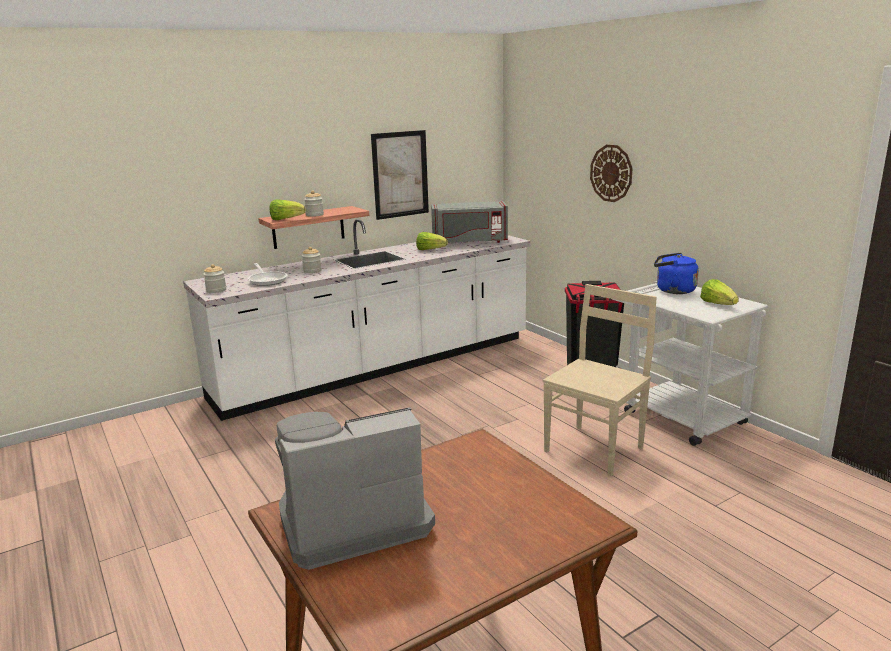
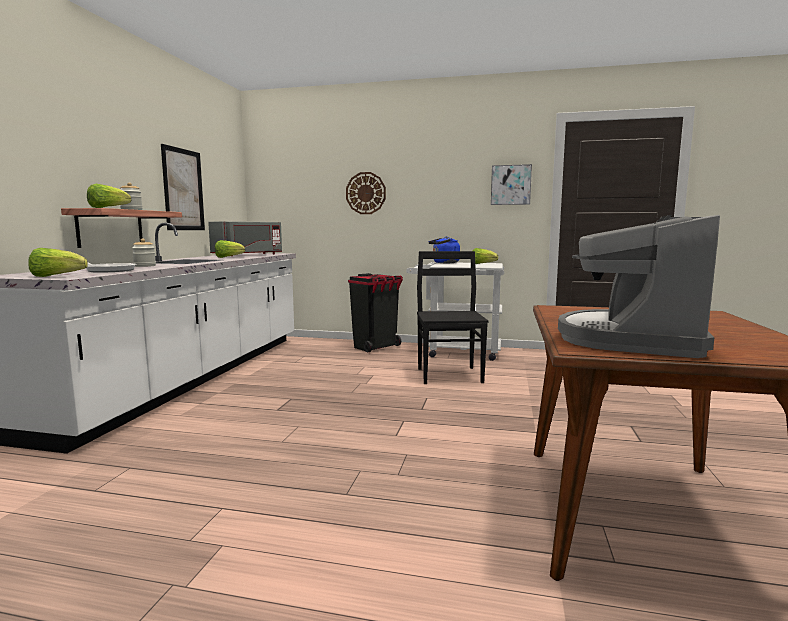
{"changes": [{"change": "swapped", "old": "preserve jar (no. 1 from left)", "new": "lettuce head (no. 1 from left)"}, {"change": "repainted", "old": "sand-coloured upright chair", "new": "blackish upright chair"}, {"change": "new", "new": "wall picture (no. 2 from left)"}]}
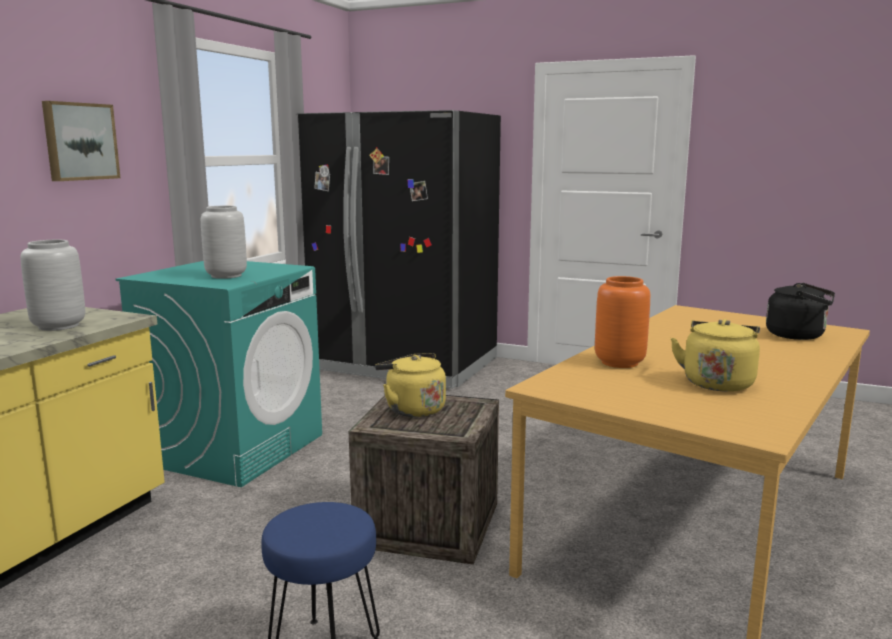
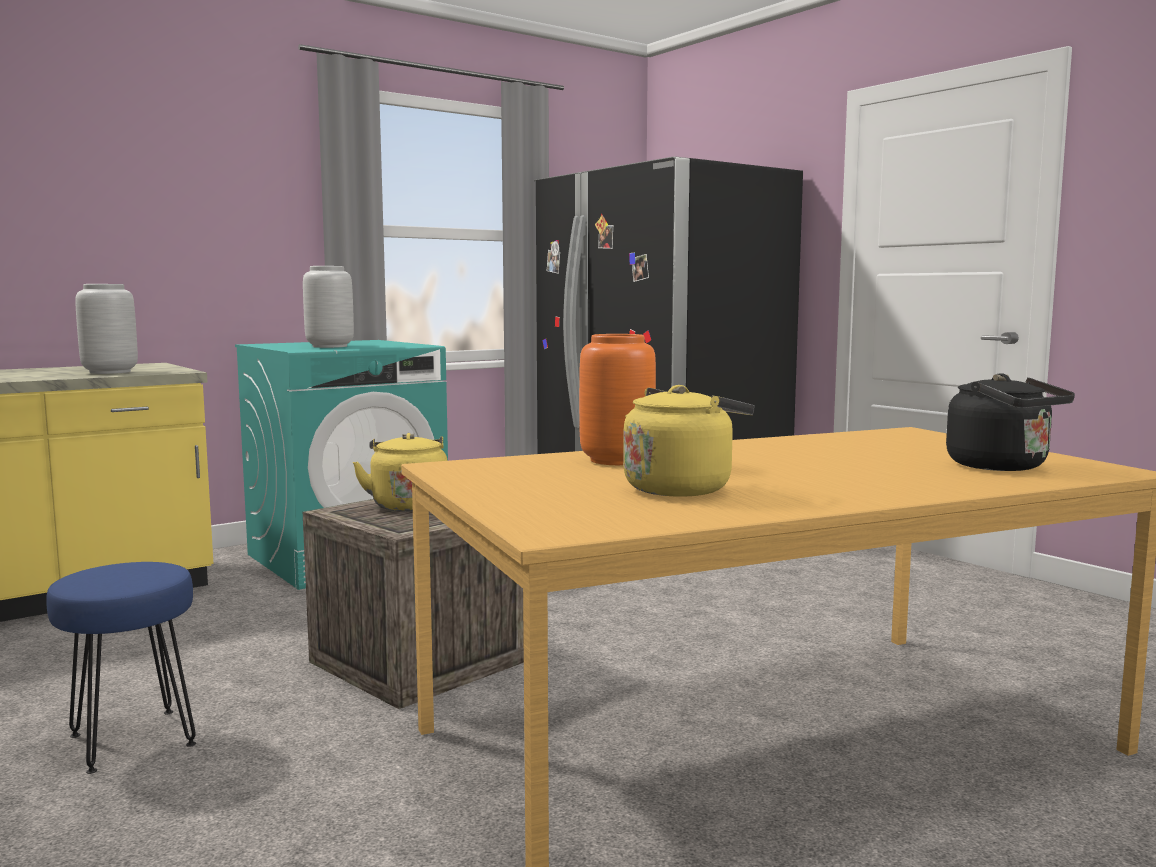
{"changes": [{"change": "gone", "old": "wall picture"}]}
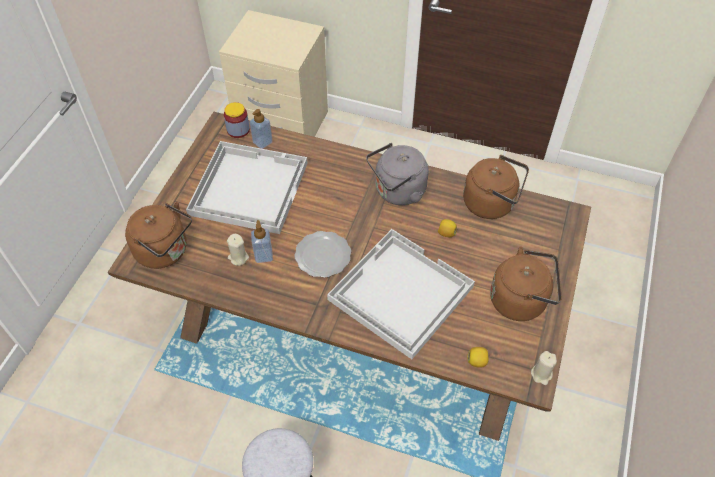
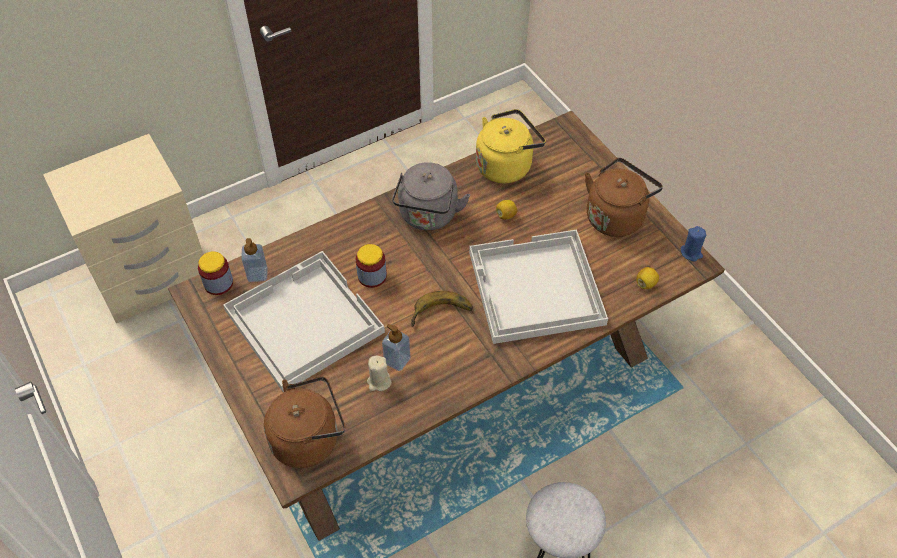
{"changes": [{"change": "swapped", "old": "dinner plate", "new": "whole banana"}, {"change": "repainted", "old": "brown-coloured water kettle (no. 2 from left)", "new": "yellow-coloured water kettle"}, {"change": "repainted", "old": "sand-coloured wax light (no. 2 from left)", "new": "blue wax light"}, {"change": "new", "new": "preserve jar (no. 2 from left)"}]}
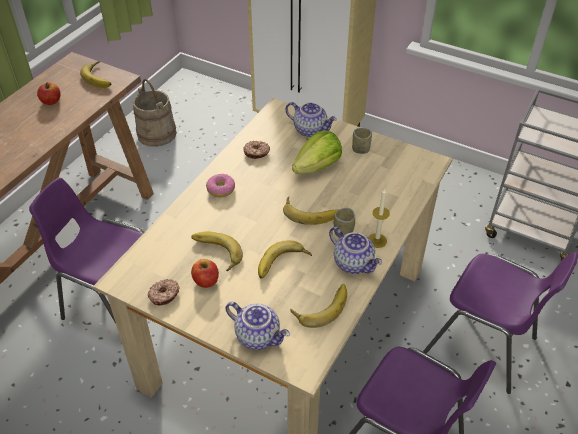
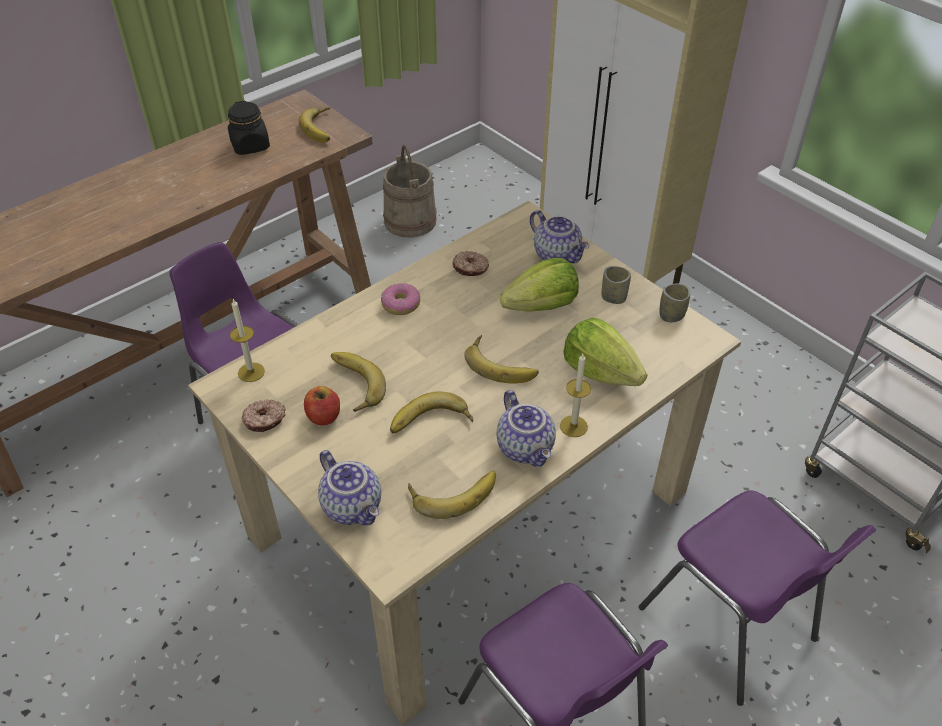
{"changes": [{"change": "swapped", "old": "whole apple (no. 1 from left)", "new": "blackish preserve jar"}, {"change": "shifted", "old": "drinking cup (no. 1 from left in the first image)", "new": "drinking cup (no. 2 from left)"}, {"change": "new", "new": "wax light (no. 1 from left)"}, {"change": "new", "new": "lettuce head (no. 2 from left)"}]}
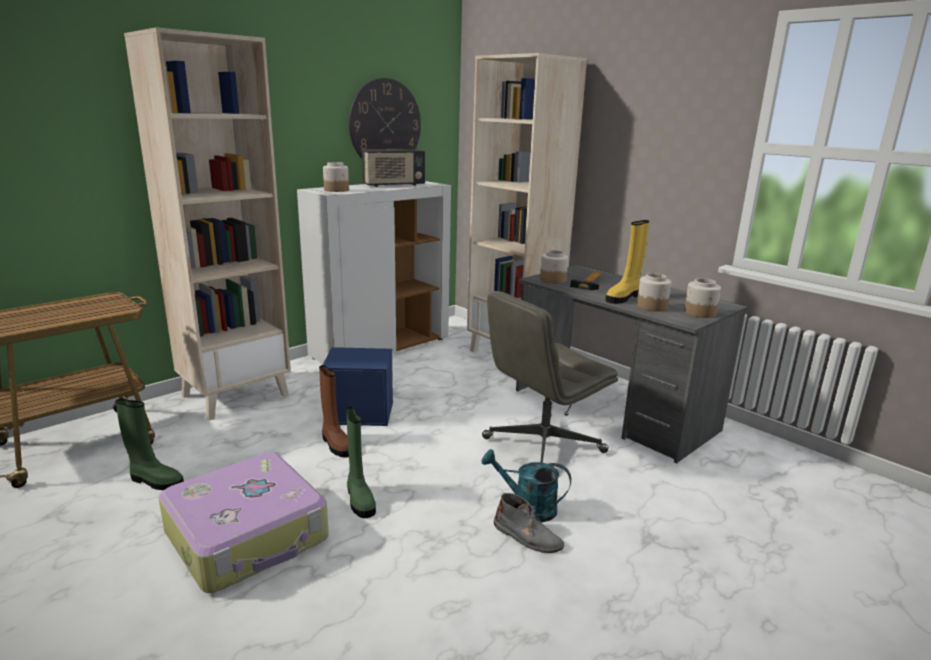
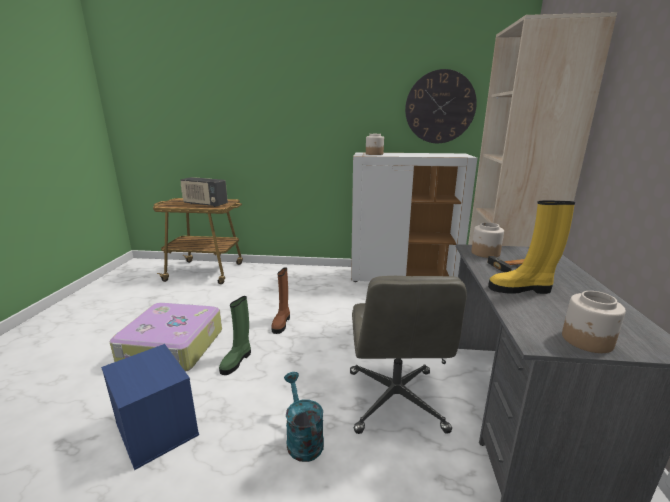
{"changes": [{"change": "gone", "old": "green-coloured boot (no. 1 from left)"}, {"change": "gone", "old": "sand-coloured bookshelf (no. 1 from left)"}, {"change": "shifted", "old": "blue storage box"}, {"change": "shifted", "old": "radio"}, {"change": "rotated", "old": "greyish desk chair", "degrees": -105}, {"change": "gone", "old": "greyish boot"}, {"change": "gone", "old": "preserve jar (no. 3 from left)"}]}
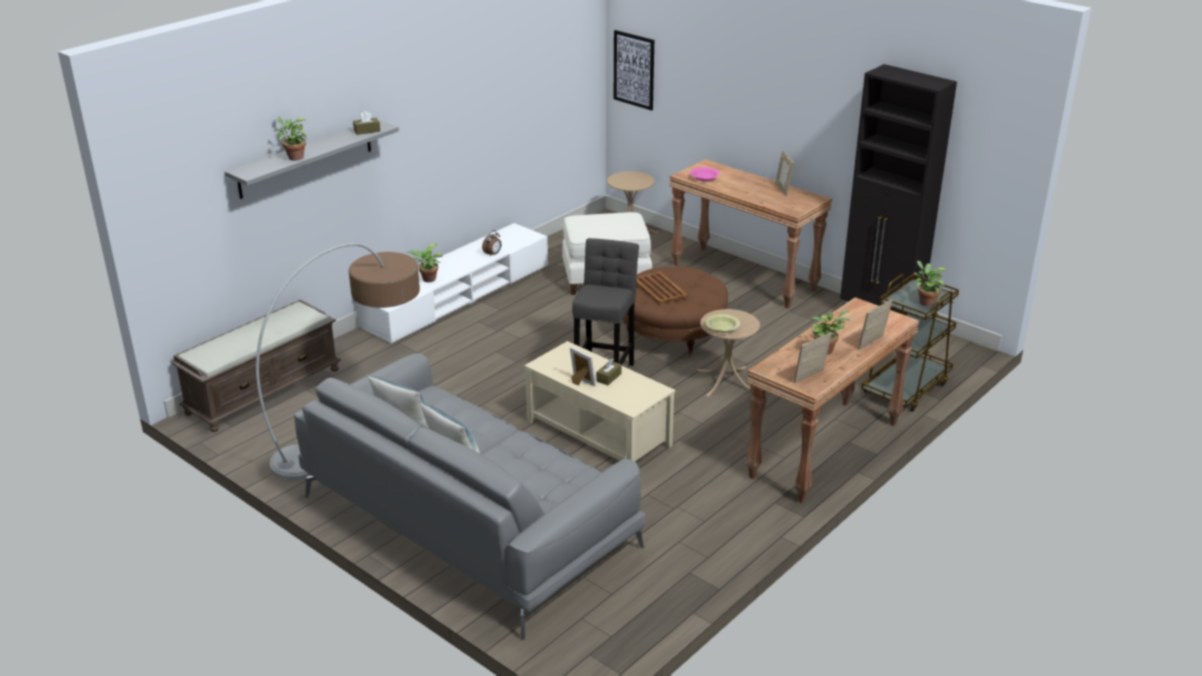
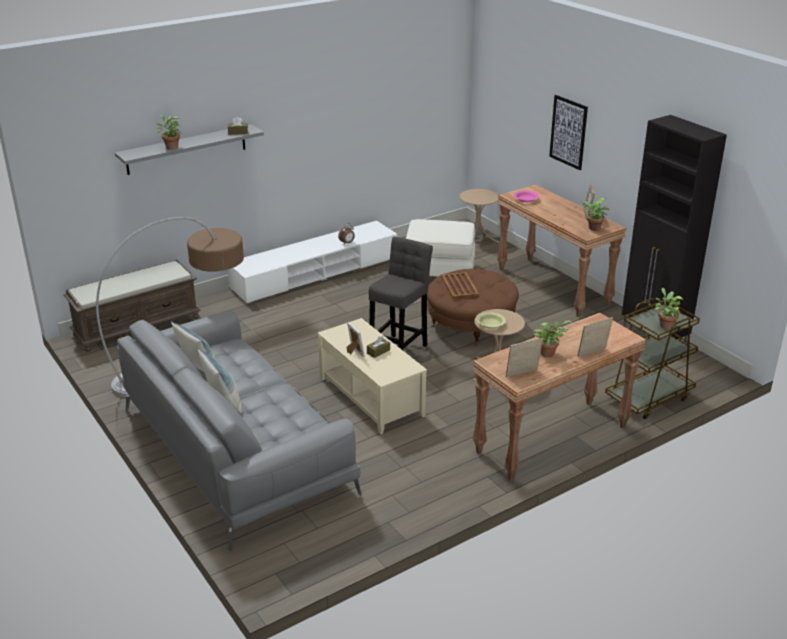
{"changes": [{"change": "shifted", "old": "plant in a pot (no. 2 from left in the first image)", "new": "plant in a pot (no. 3 from left)"}, {"change": "shifted", "old": "wall picture"}]}
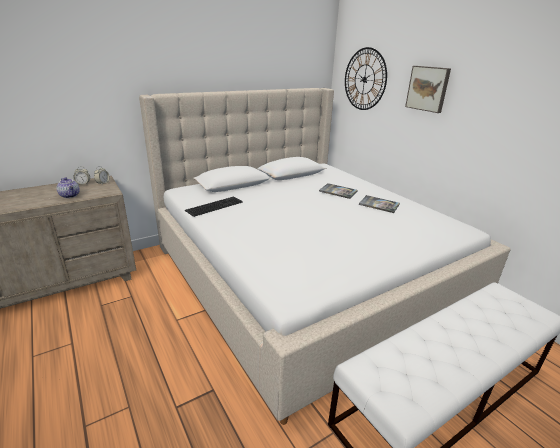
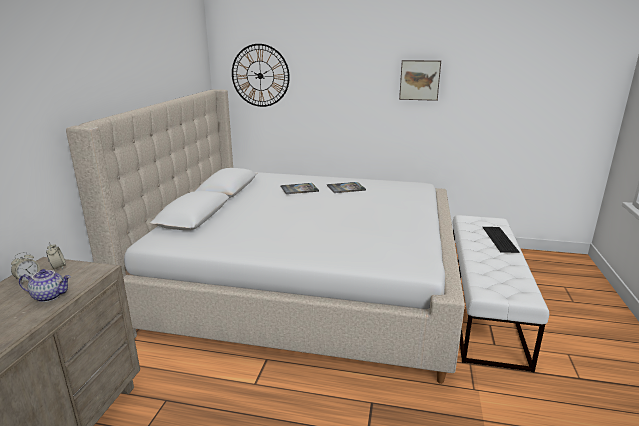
{"changes": [{"change": "shifted", "old": "PC keyboard"}, {"change": "shifted", "old": "wall picture"}]}
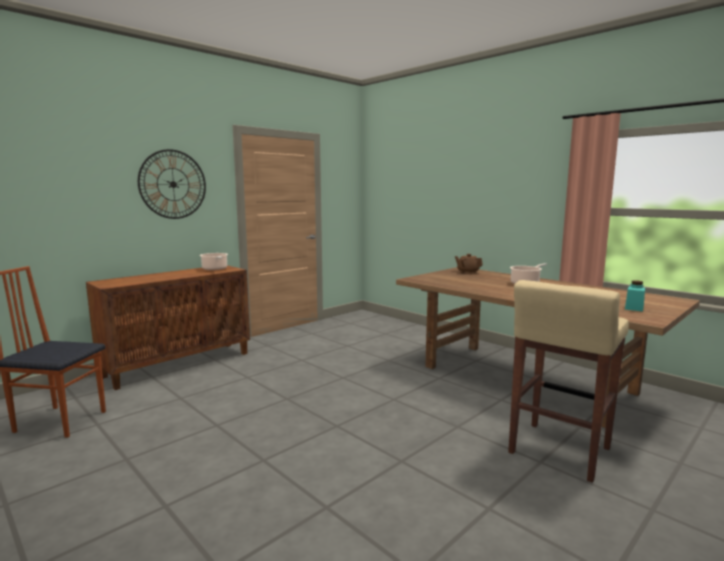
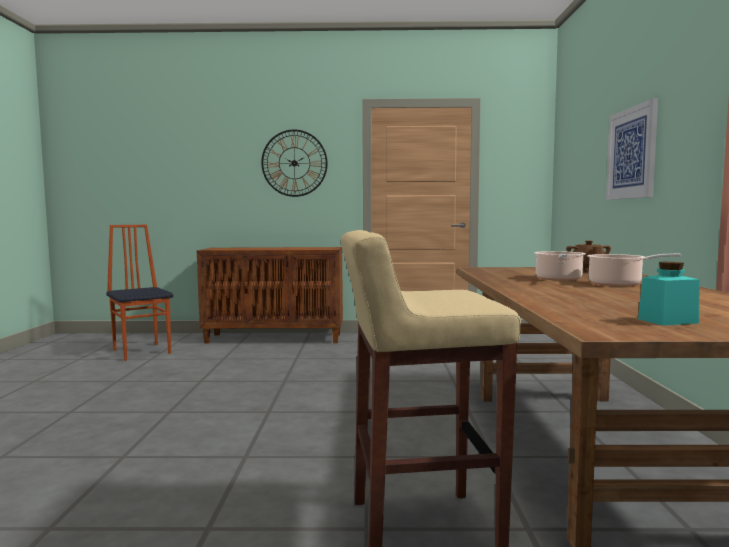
{"changes": [{"change": "shifted", "old": "saucepot (no. 1 from left)"}, {"change": "new", "new": "wall picture"}]}
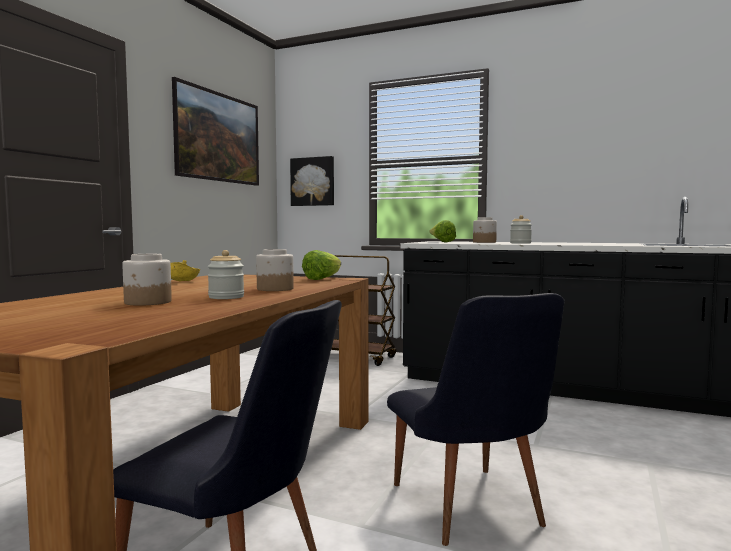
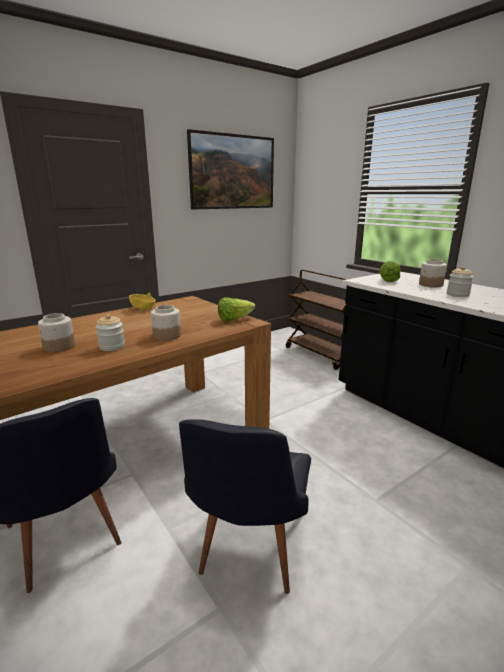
{"changes": [{"change": "gone", "old": "wall picture (no. 2 from left)"}]}
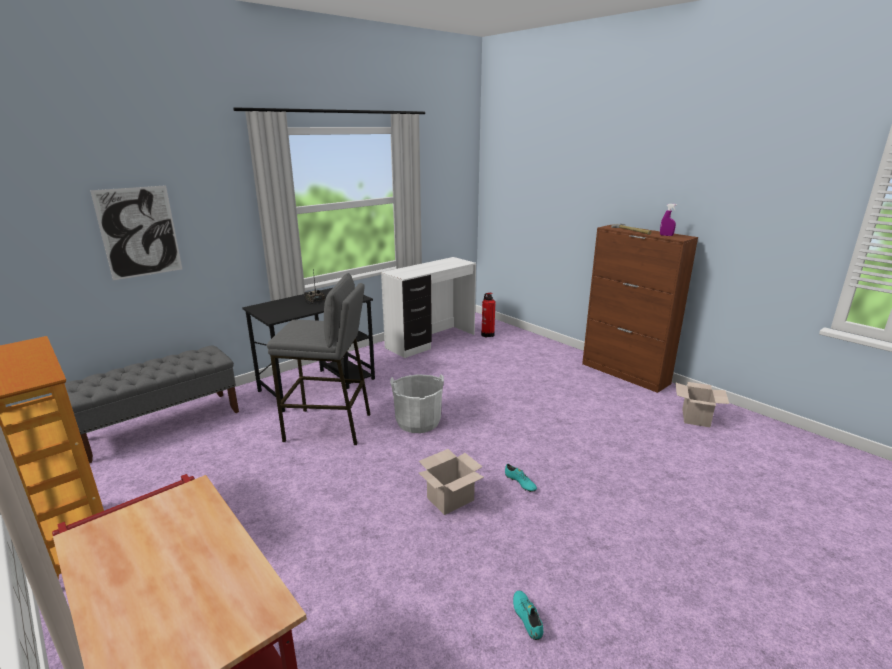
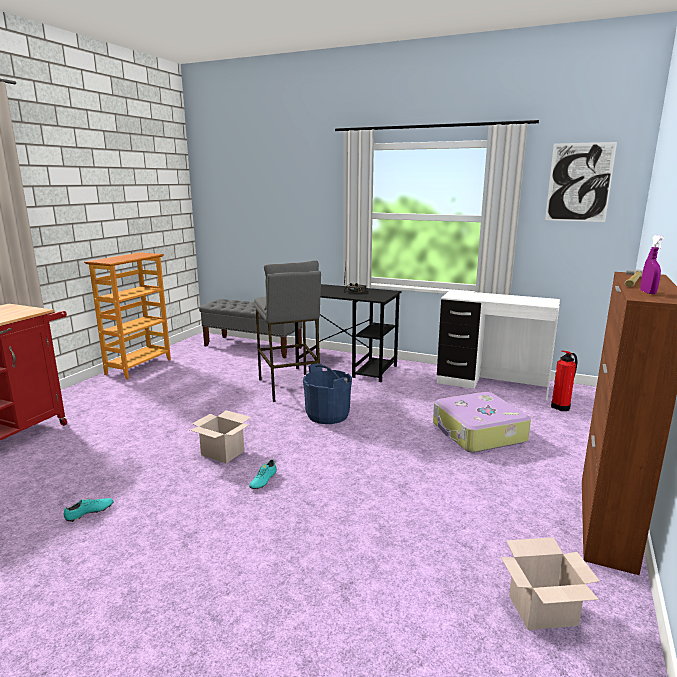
{"changes": [{"change": "shifted", "old": "wall picture"}, {"change": "repainted", "old": "white pail", "new": "blue pail"}, {"change": "new", "new": "piece of luggage"}]}
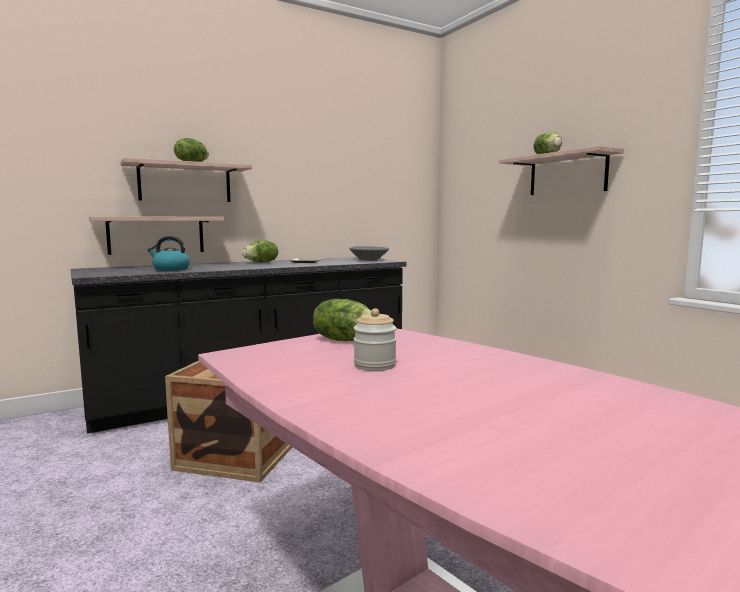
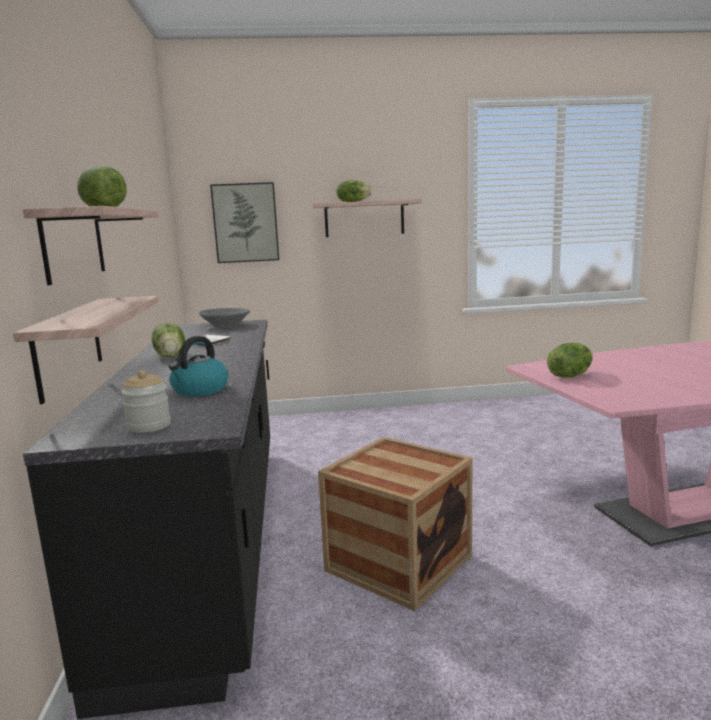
{"changes": [{"change": "shifted", "old": "preserve jar"}, {"change": "new", "new": "wall picture"}]}
